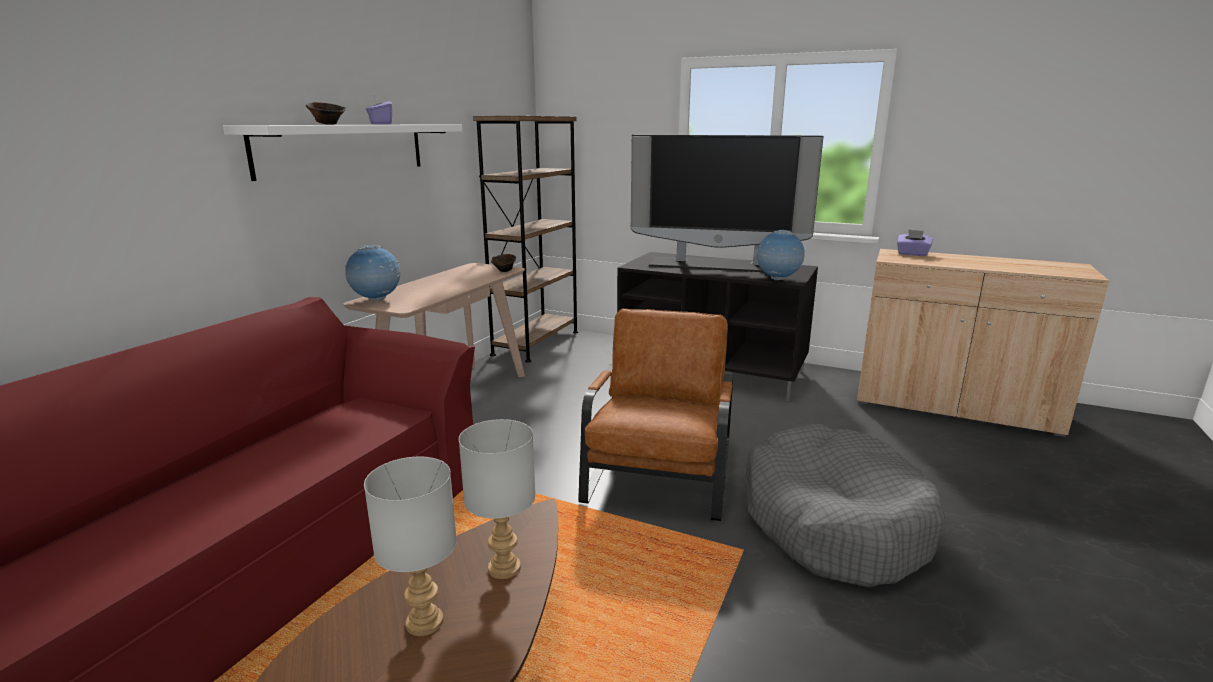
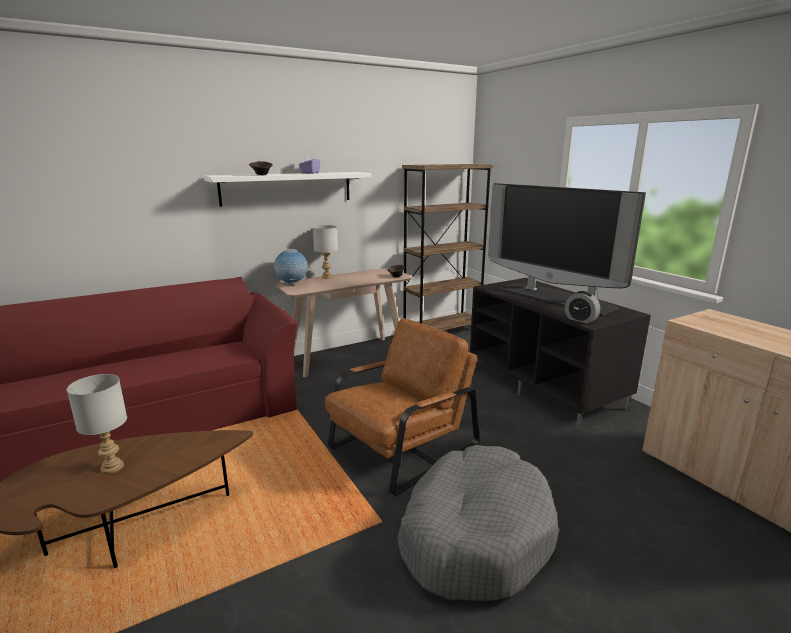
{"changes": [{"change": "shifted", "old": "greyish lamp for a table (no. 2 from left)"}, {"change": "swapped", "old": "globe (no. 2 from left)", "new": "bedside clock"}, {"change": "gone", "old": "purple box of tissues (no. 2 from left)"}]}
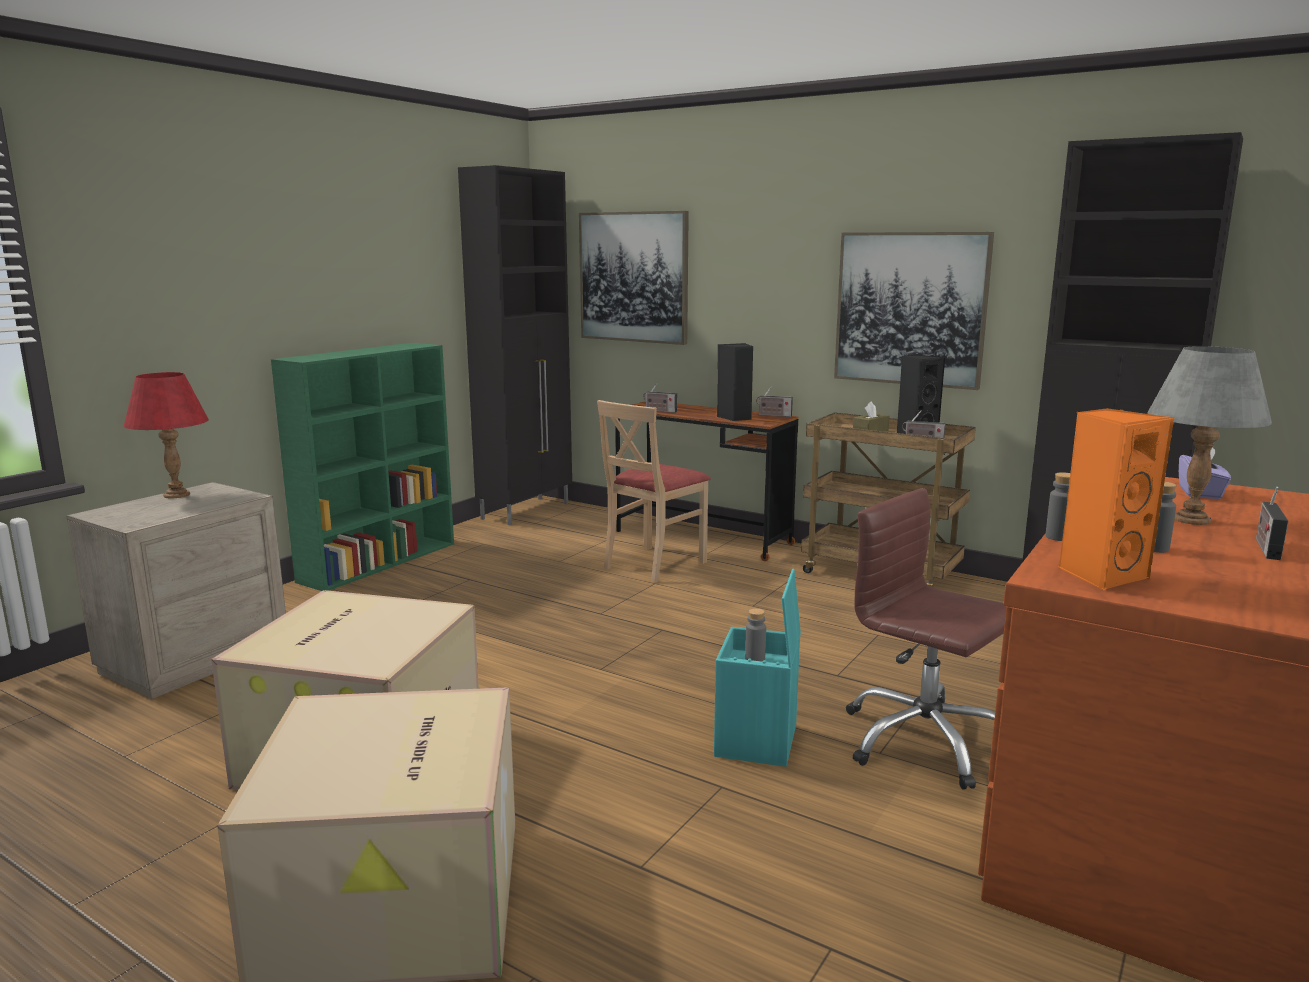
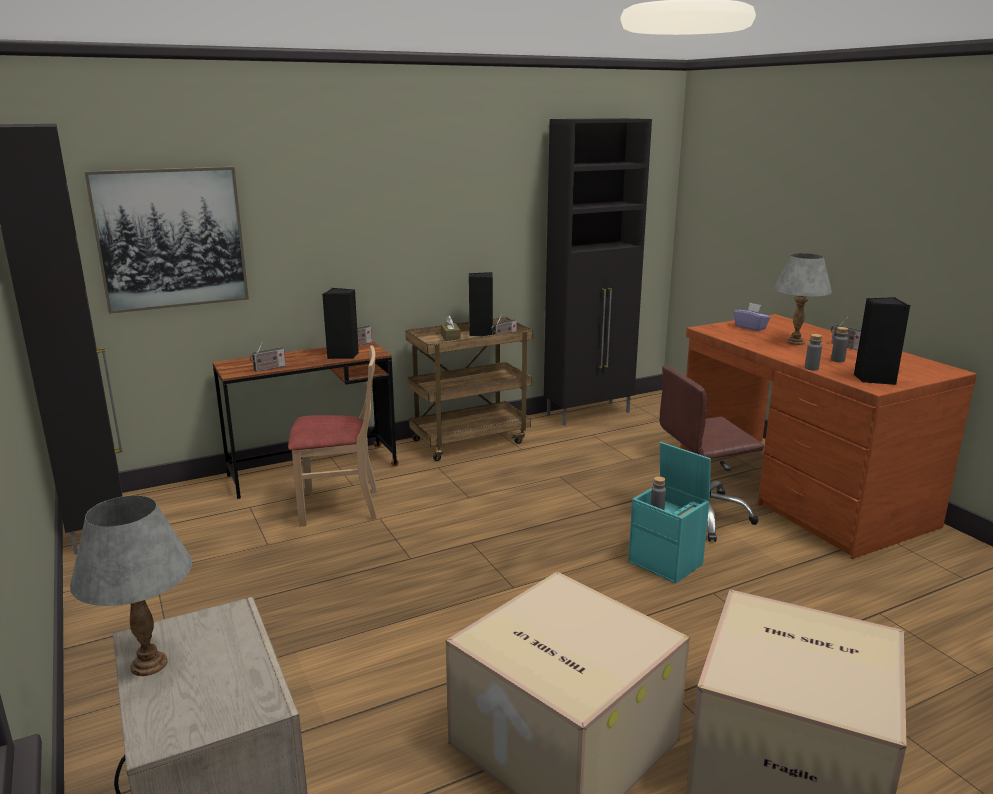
{"changes": [{"change": "repainted", "old": "reddish lamp for a table", "new": "greyish lamp for a table (no. 1 from left)"}, {"change": "gone", "old": "green-coloured bookshelf"}, {"change": "rotated", "old": "sand-coloured upright chair", "degrees": -75}, {"change": "gone", "old": "wall picture (no. 2 from left)"}, {"change": "repainted", "old": "orange loudspeaker", "new": "blackish loudspeaker (no. 3 from left)"}]}
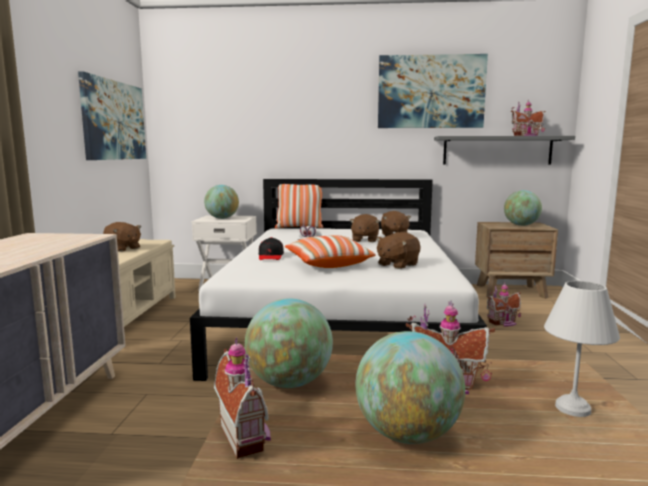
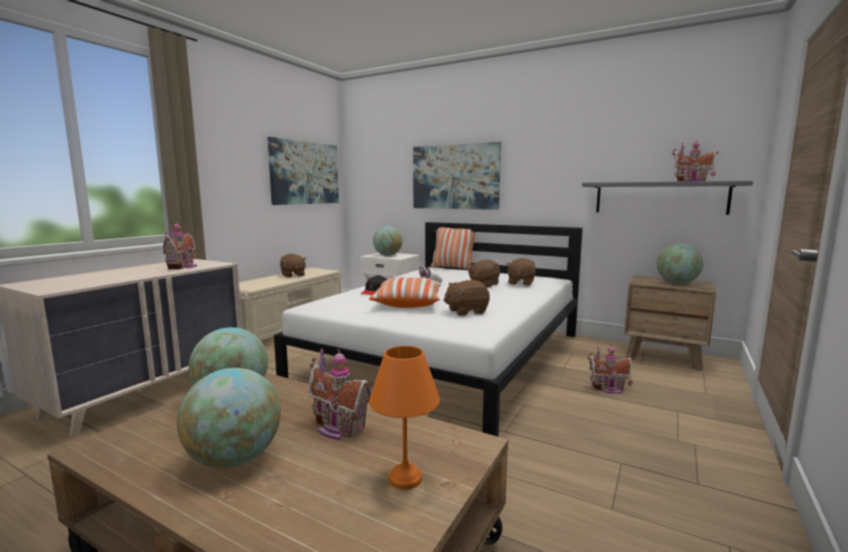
{"changes": [{"change": "shifted", "old": "model house (no. 1 from left)"}, {"change": "shifted", "old": "wall picture (no. 2 from left)"}, {"change": "repainted", "old": "white lamp for a table", "new": "orange lamp for a table"}]}
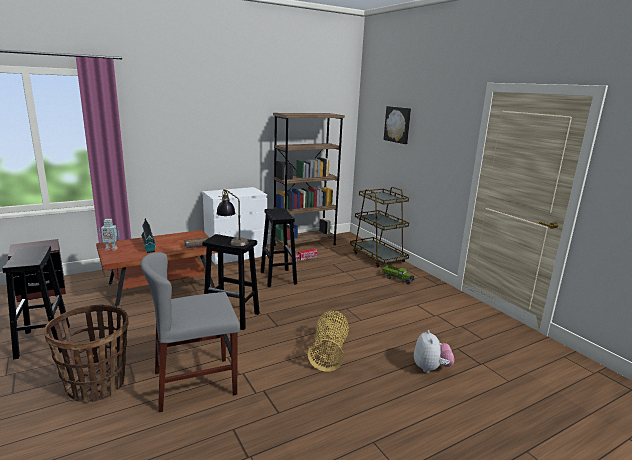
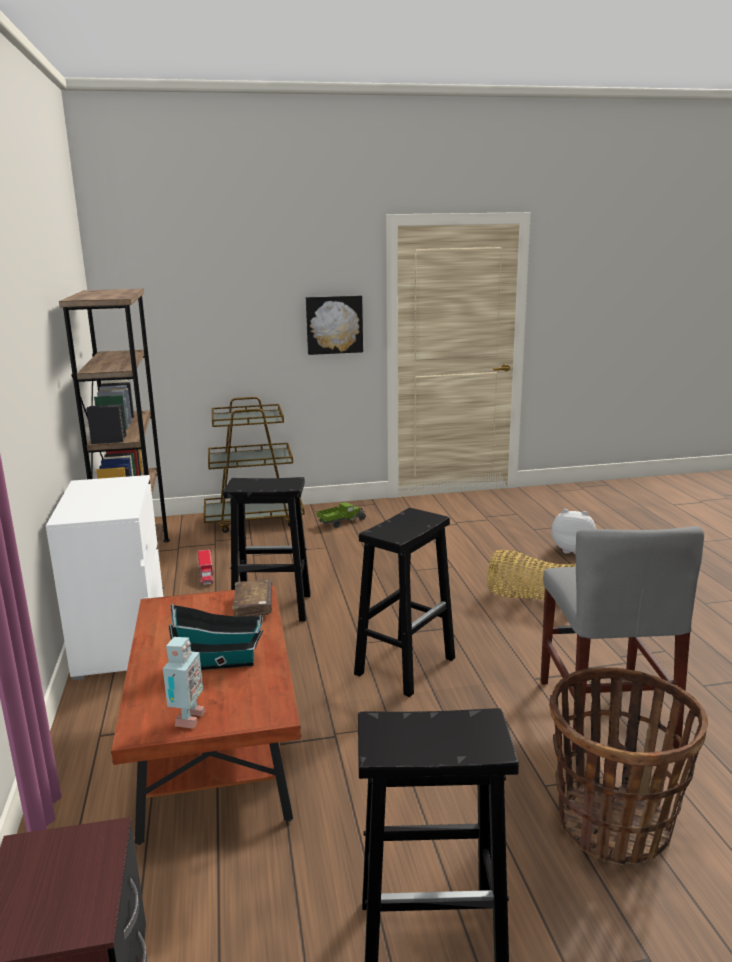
{"changes": [{"change": "gone", "old": "lamp for a table"}, {"change": "shifted", "old": "wall picture"}]}
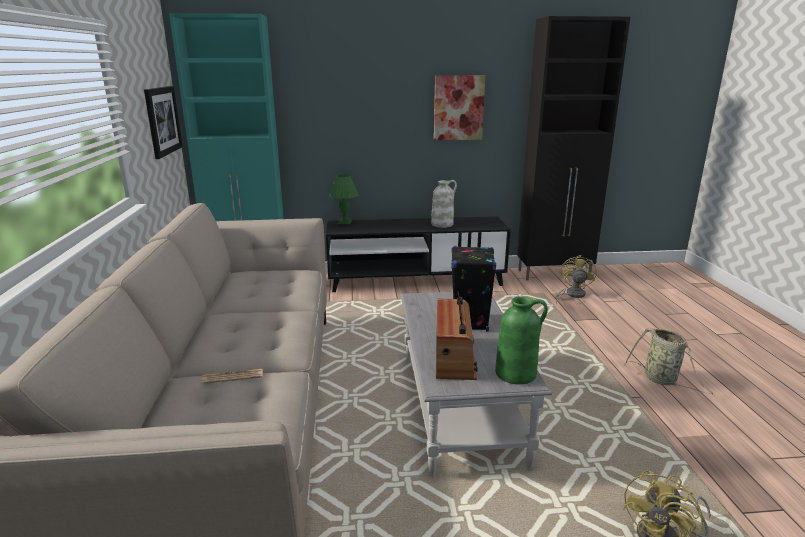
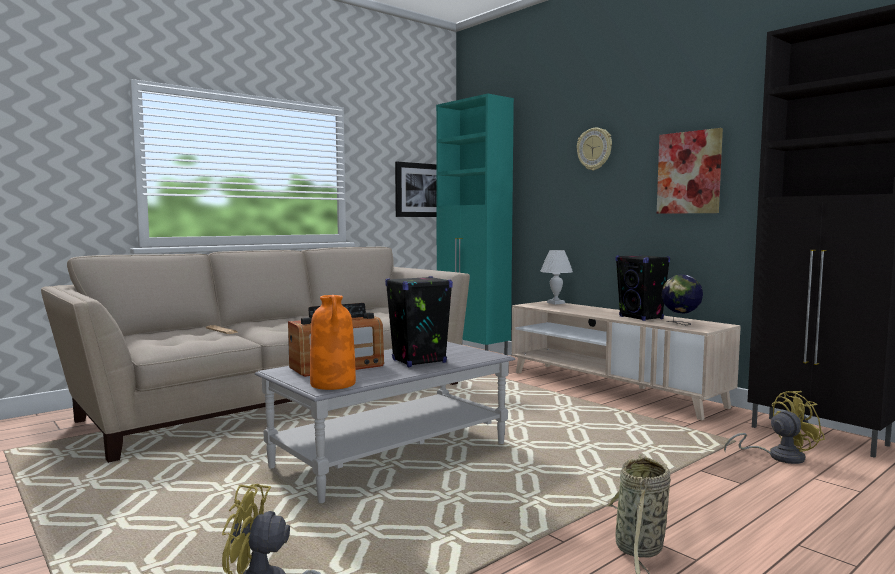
{"changes": [{"change": "repainted", "old": "blackish media console", "new": "sand-coloured media console"}, {"change": "repainted", "old": "green-coloured lamp for a table", "new": "white lamp for a table"}, {"change": "swapped", "old": "white vase", "new": "blackish loudspeaker (no. 2 from left)"}, {"change": "repainted", "old": "green-coloured vase", "new": "orange vase"}, {"change": "new", "new": "hanging clock"}, {"change": "new", "new": "globe"}]}
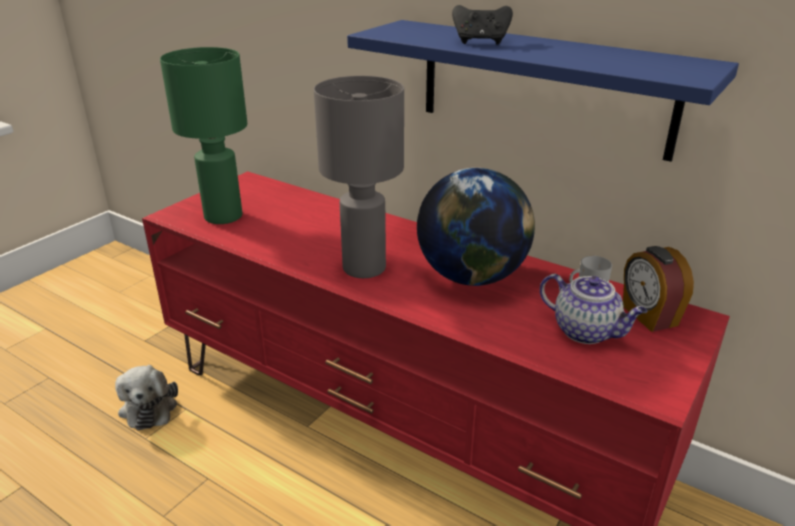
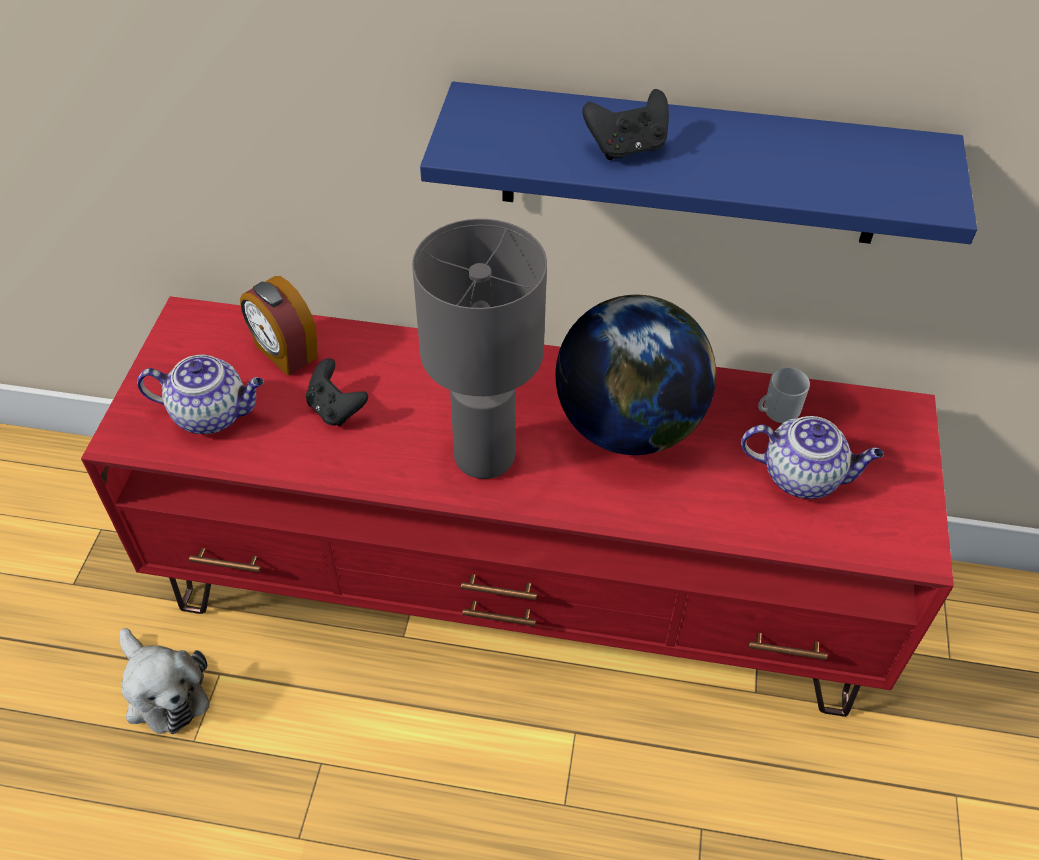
{"changes": [{"change": "swapped", "old": "green-coloured lamp for a table", "new": "teapot (no. 1 from left)"}, {"change": "shifted", "old": "bedside clock"}, {"change": "new", "new": "blackish gamepad (no. 1 from left)"}]}
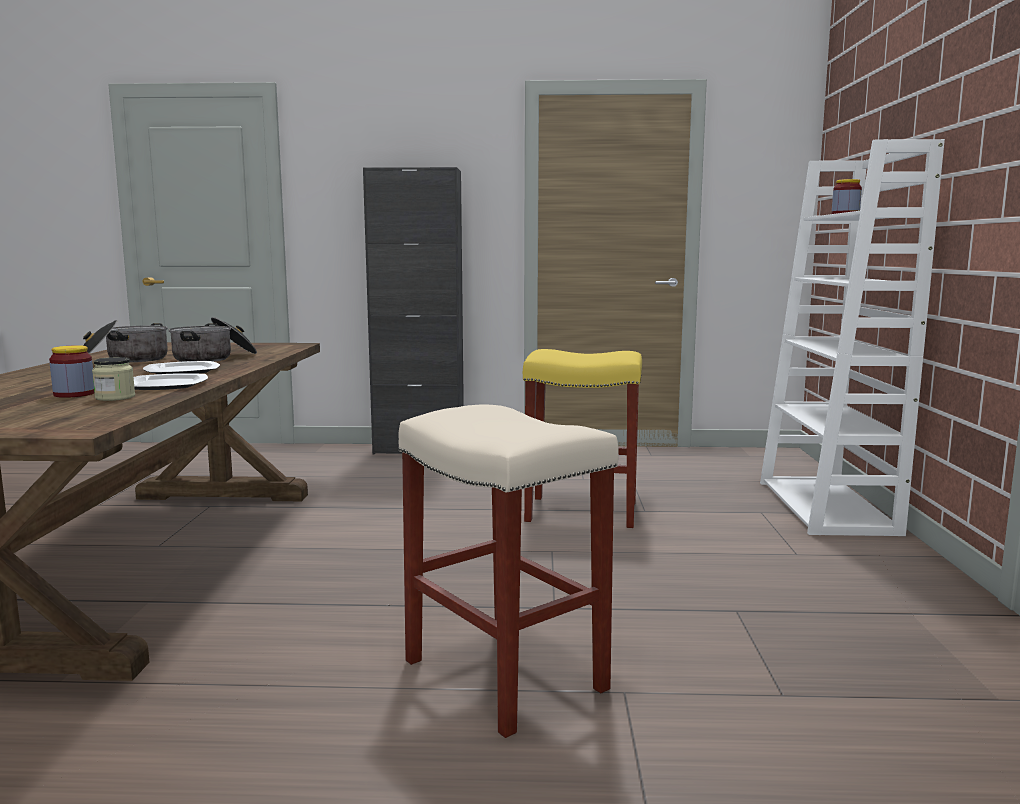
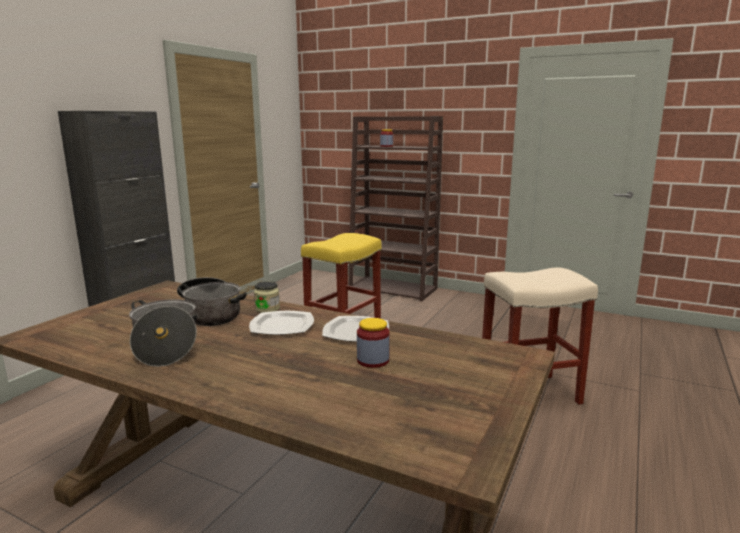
{"changes": [{"change": "shifted", "old": "preserve jar (no. 2 from left in the first image)", "new": "preserve jar (no. 1 from left)"}, {"change": "repainted", "old": "white bookshelf", "new": "brown-coloured bookshelf"}]}
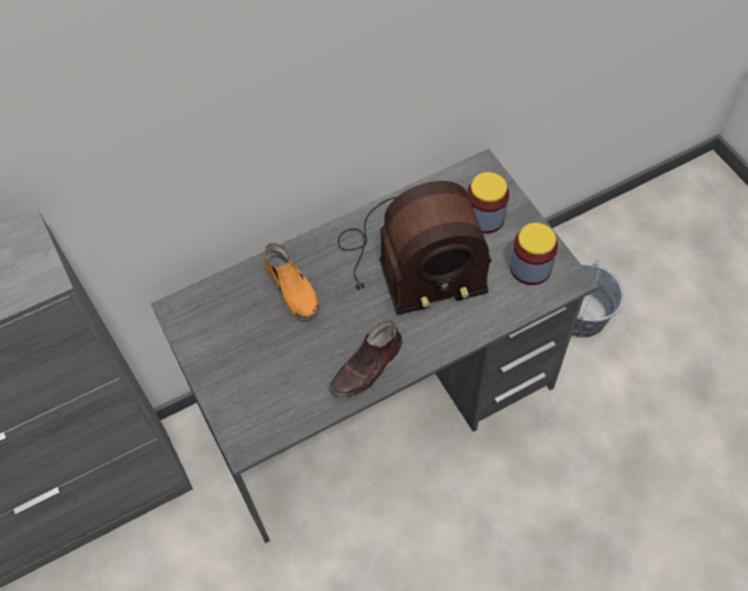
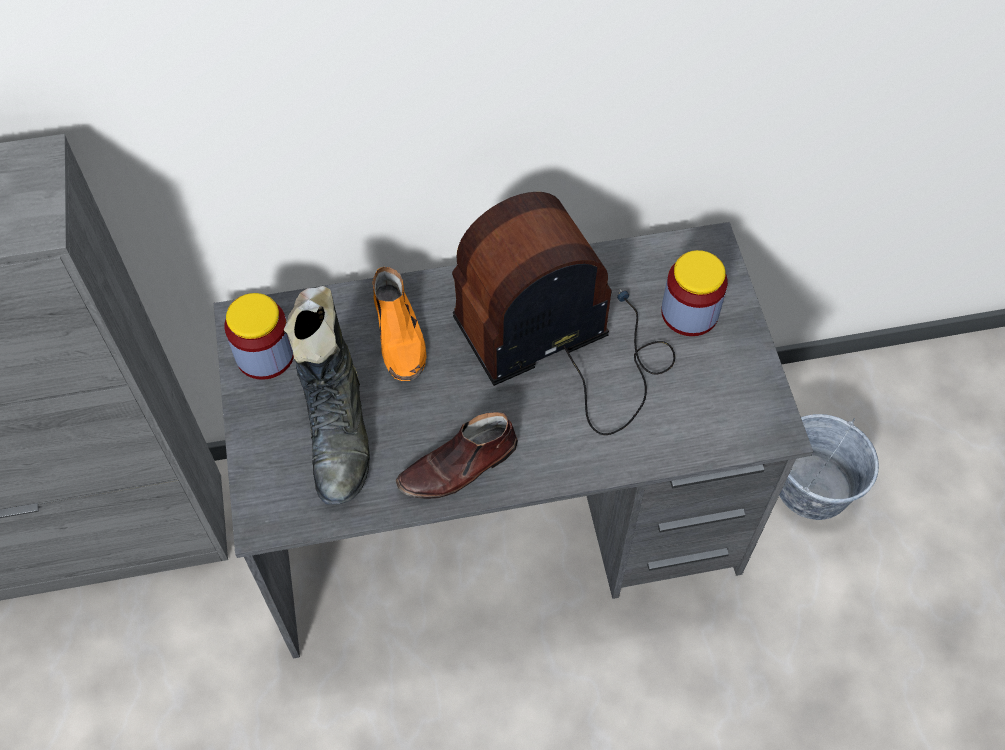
{"changes": [{"change": "rotated", "old": "radio", "degrees": 150}, {"change": "shifted", "old": "preserve jar (no. 2 from left in the first image)", "new": "preserve jar (no. 1 from left)"}, {"change": "new", "new": "blackish boot"}]}
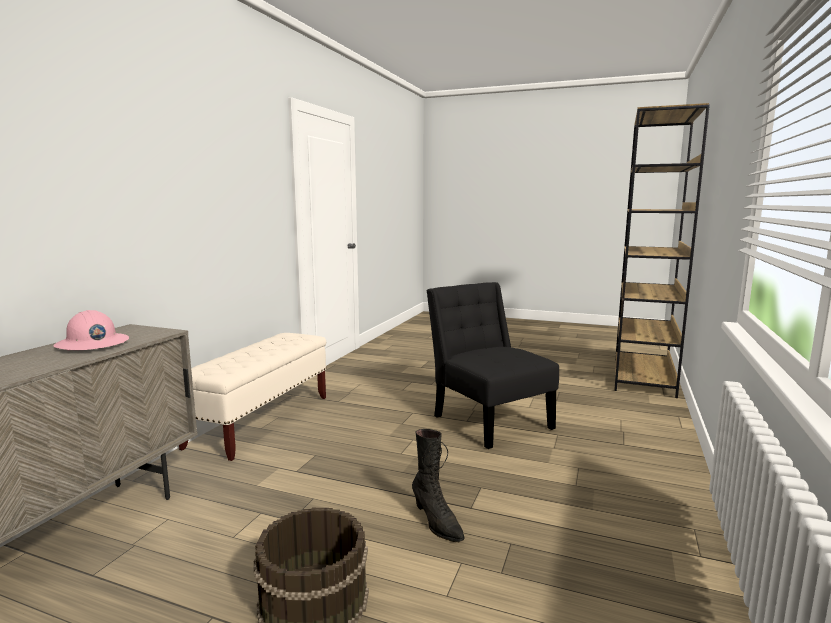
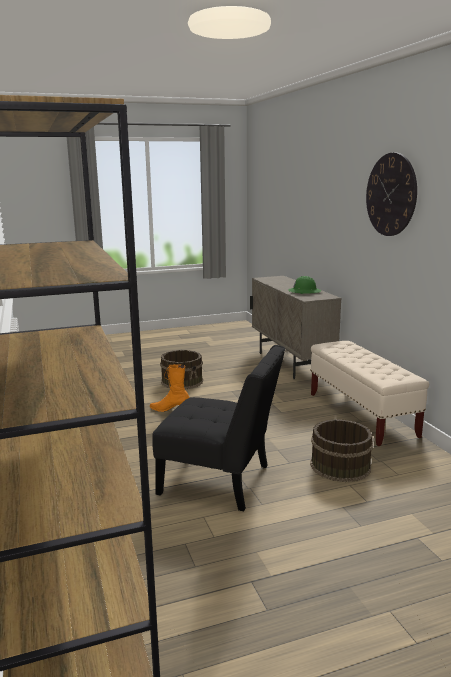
{"changes": [{"change": "repainted", "old": "pink-coloured hard hat", "new": "green-coloured hard hat"}, {"change": "repainted", "old": "blackish boot", "new": "orange boot"}, {"change": "new", "new": "brown-coloured pail (no. 2 from left)"}, {"change": "new", "new": "hanging clock"}]}
